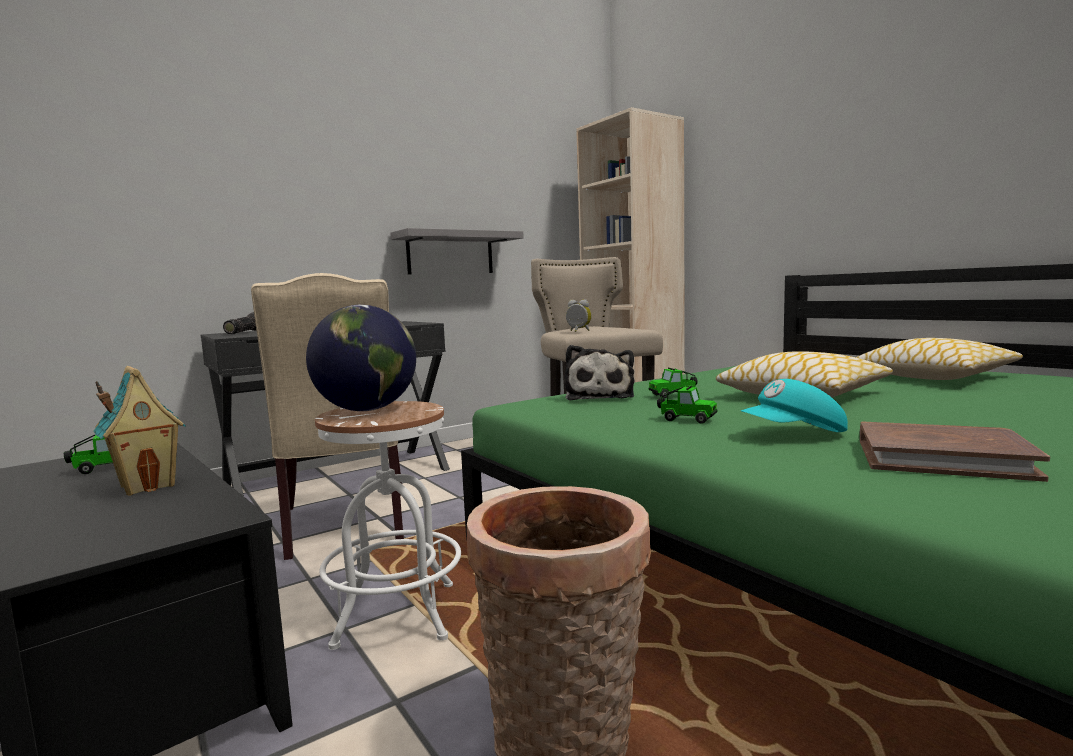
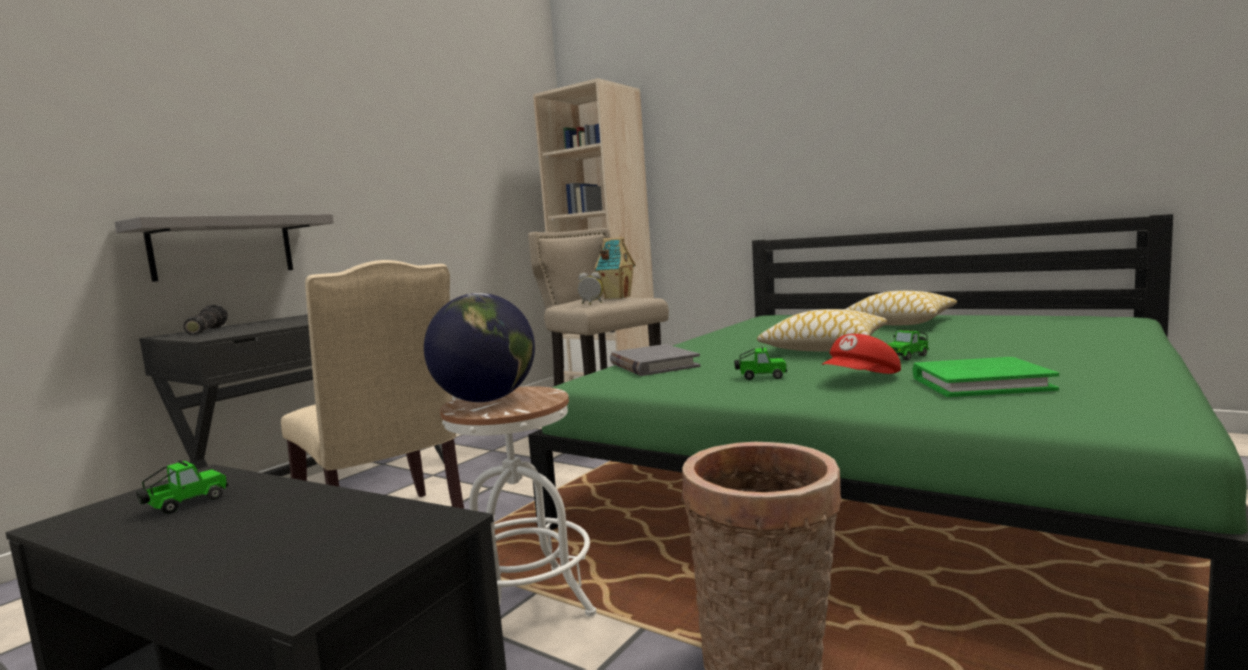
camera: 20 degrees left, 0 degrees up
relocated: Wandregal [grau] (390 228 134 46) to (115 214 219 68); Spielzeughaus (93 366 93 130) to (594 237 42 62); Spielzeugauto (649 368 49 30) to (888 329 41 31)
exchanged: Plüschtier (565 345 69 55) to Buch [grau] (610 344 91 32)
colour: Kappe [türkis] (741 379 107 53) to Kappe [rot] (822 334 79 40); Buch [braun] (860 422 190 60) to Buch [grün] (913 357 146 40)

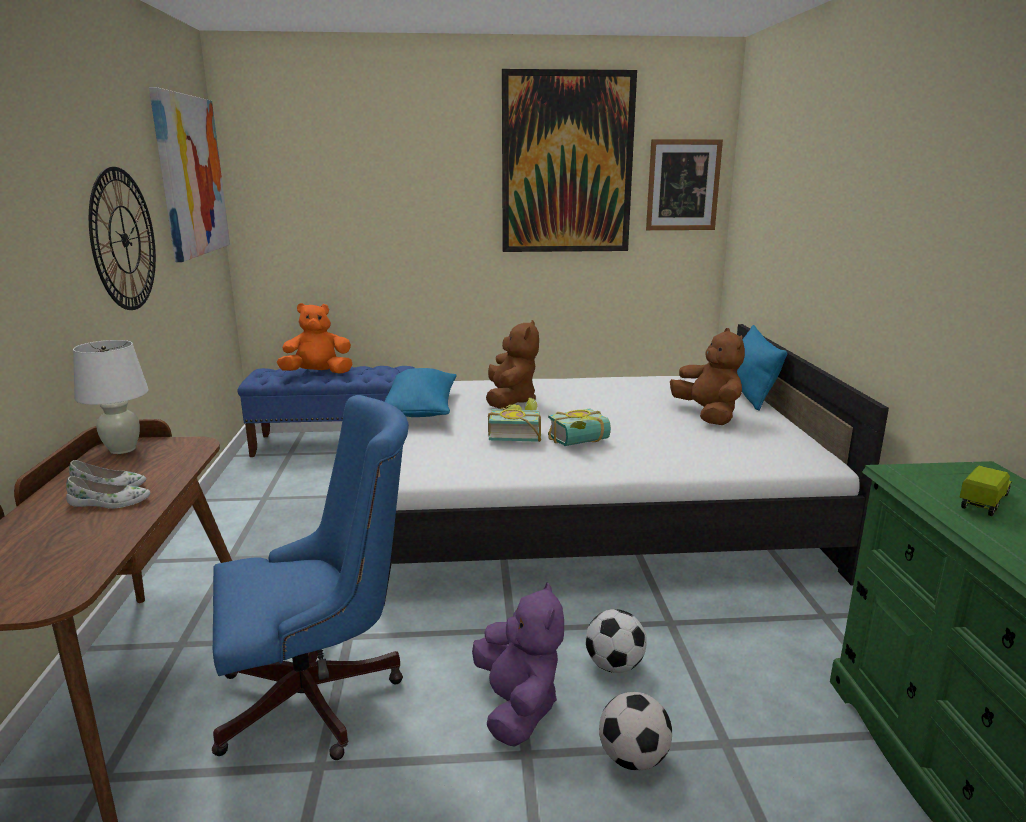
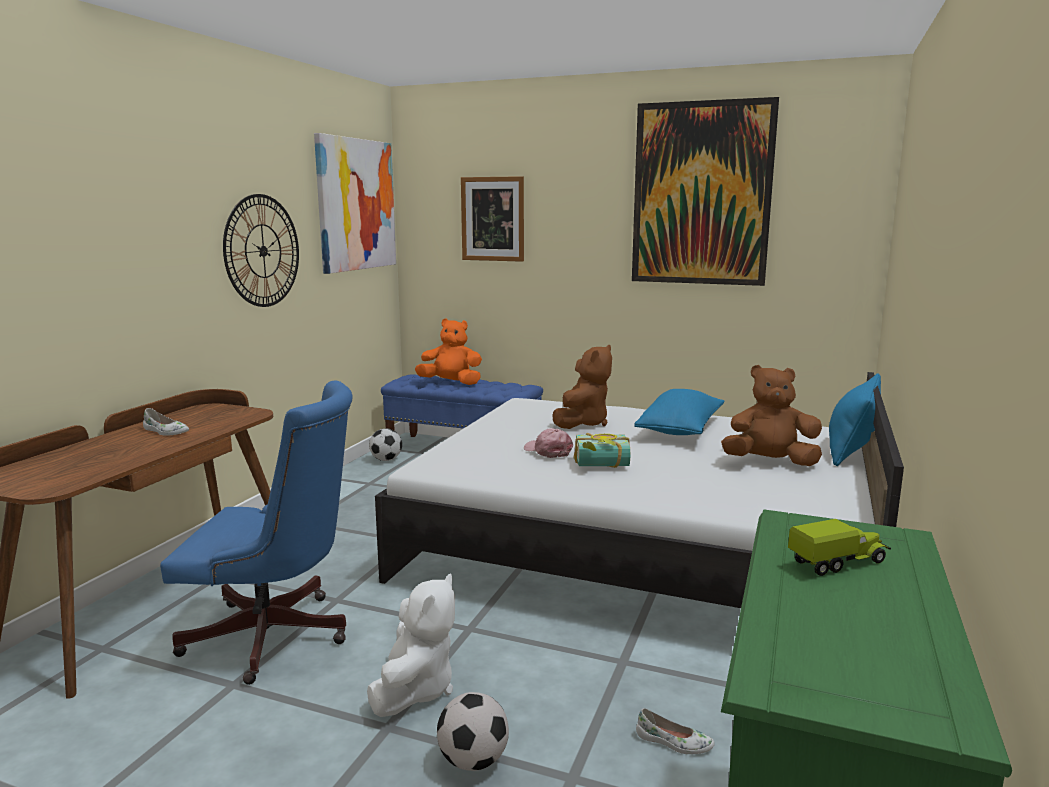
camera: 25 degrees right, 5 degrees down
missing: Tischlampe [weiß] (73 340 76 114)
relocated: Fußball (586 609 61 64) to (369 428 33 33); Bild (646 139 77 91) to (461 176 63 86); Kissen [blau] (384 368 73 49) to (634 389 91 46); Schuh [weiß] (66 476 84 33) to (636 708 79 46)
exchanged: Buch (488 398 53 44) to Kappe [rosa] (524 428 49 30)
colour: Plüschtier [lila] (472 582 92 165) to Plüschtier [weiß] (367 574 88 143)
spun: Plüschtier [braun] (670 328 75 97) = (721 365 101 101) 90 degrees counterclockwise

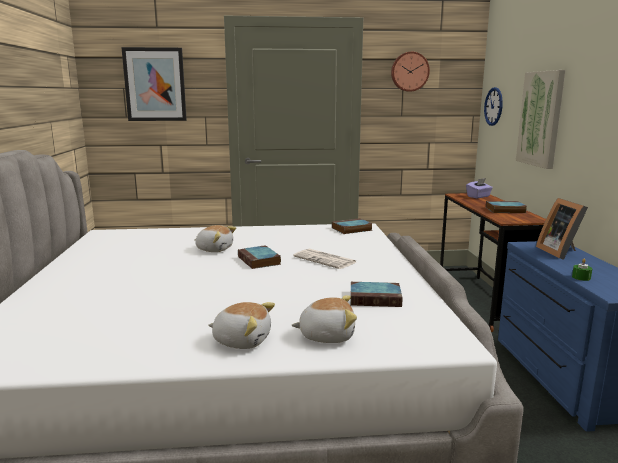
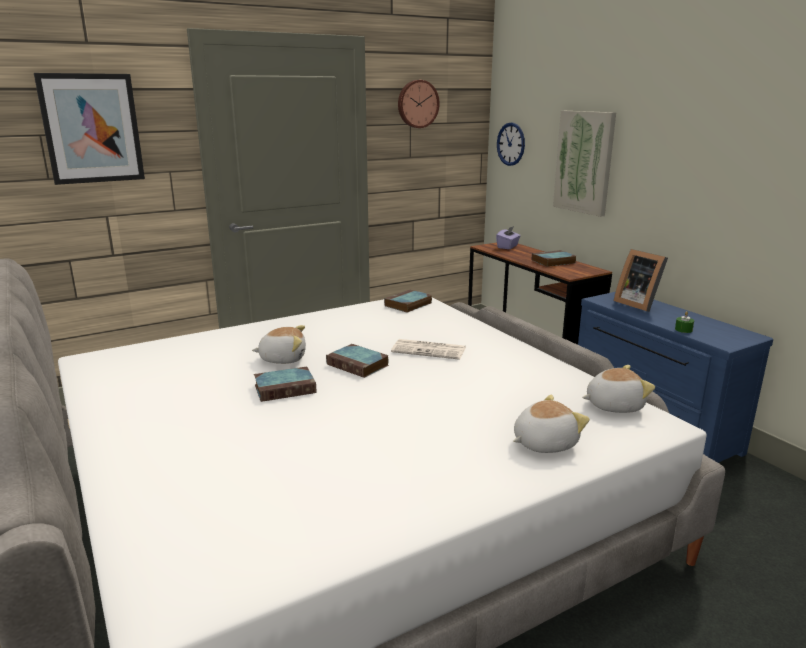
camera: 25 degrees left, 5 degrees up
relocated: Buch (350 282 53 25) to (254 367 62 35); Plüschtier (208 302 67 47) to (582 365 73 48)

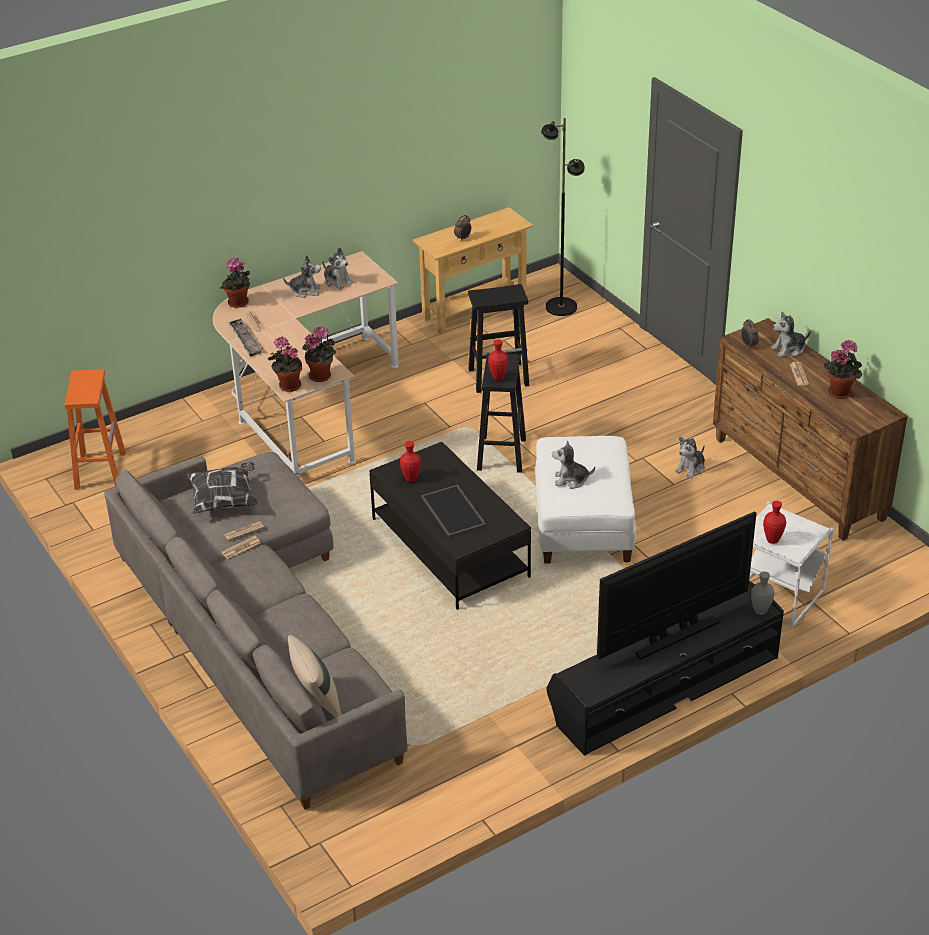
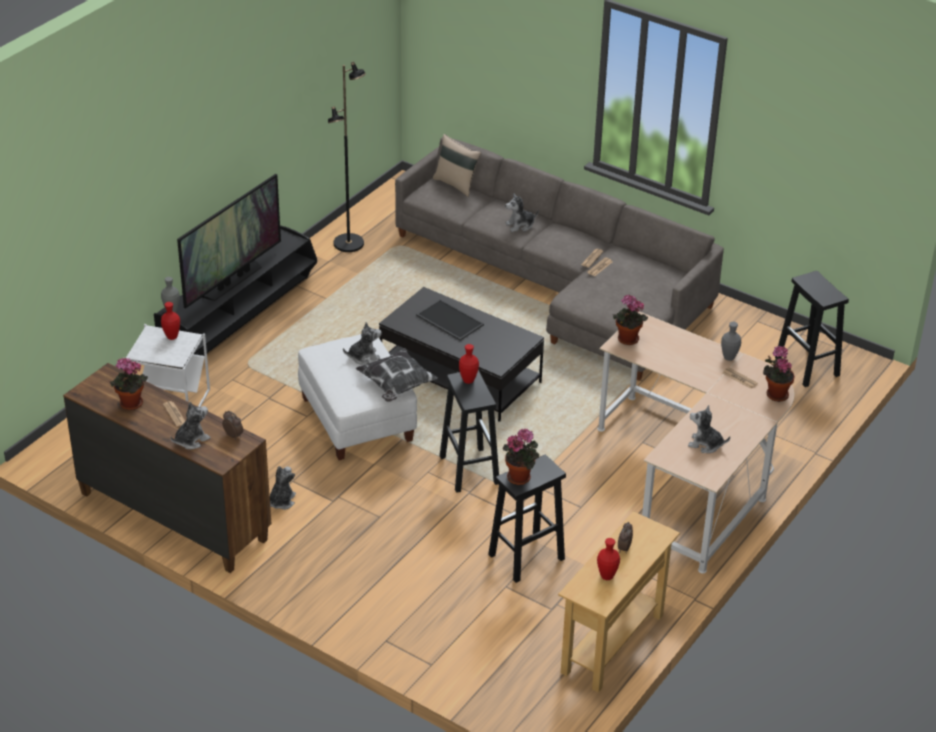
camera: 155 degrees right, 0 degrees up
relocated: Stehlampe [schwarz] (541 118 44 198) to (328 62 38 190); Kissen (187 462 71 52) to (356 348 82 54); Topfpflanze (268 336 34 56) to (503 428 36 57); Plüschtier (283 255 38 43) to (505 193 34 39); Vase [rot] (400 441 21 41) to (597 538 23 42)
exchanged: Tablett (228 318 35 39) to Vase [grau] (721 322 20 39)
colour: Hocker [orange] (64 369 62 121) to Hocker [schwarz] (775 271 74 116)

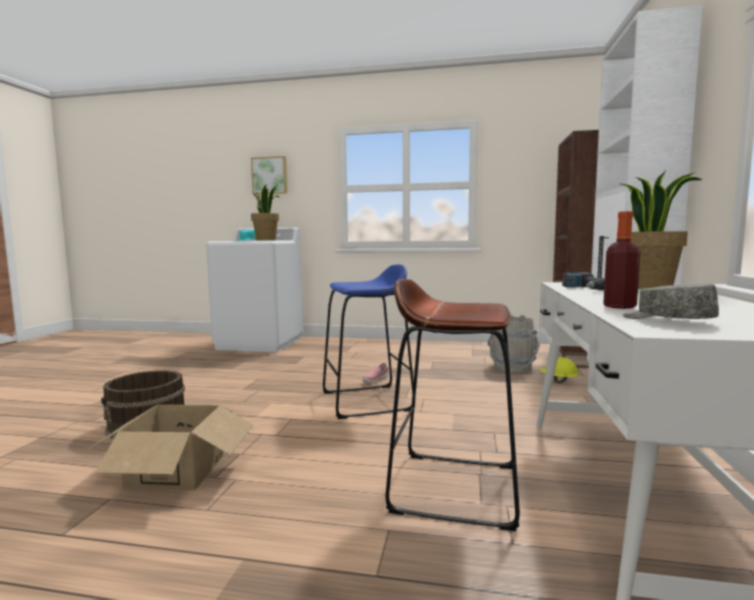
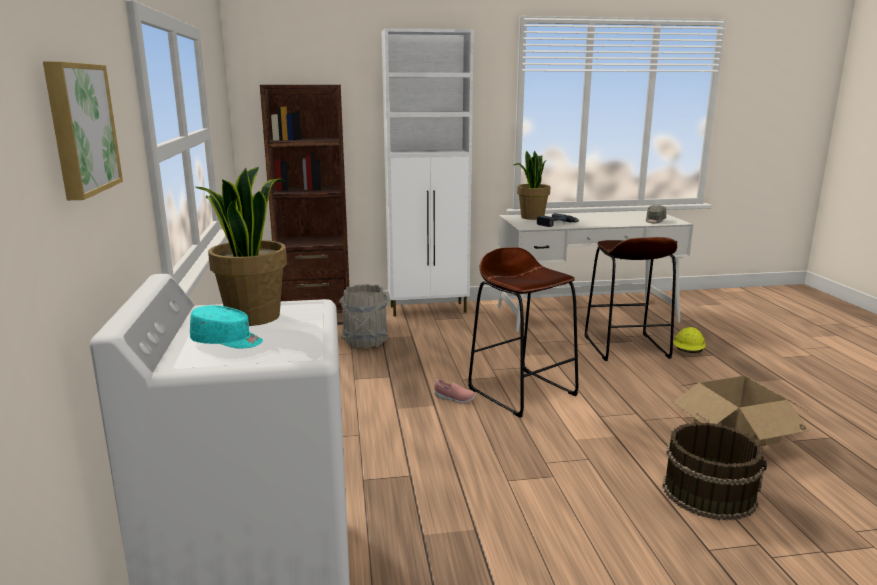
camera: 110 degrees left, 10 degrees up
missing: Flasche (603 211 38 98)
relocated: Schutzhelm [gelb] (540 357 40 26) to (673 327 33 26)
colour: Hocker [blau] (323 264 91 155) to Hocker [braun] (468 247 110 171)

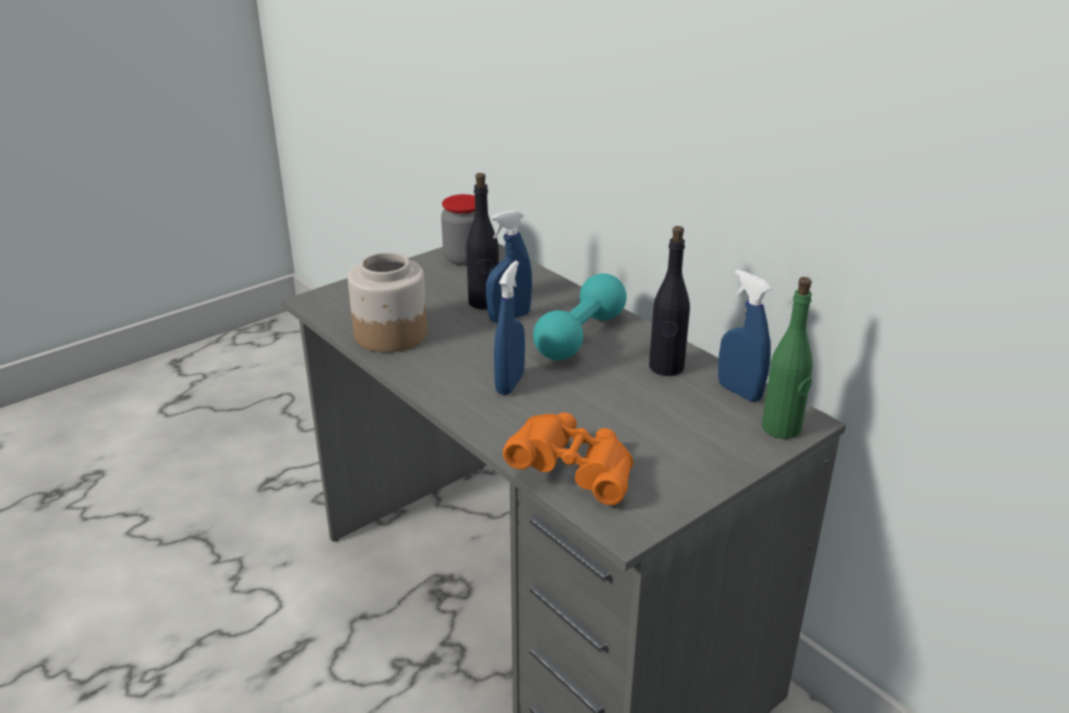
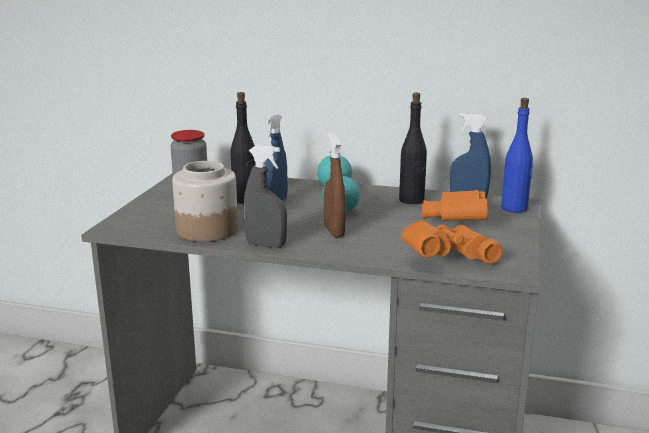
camera: 35 degrees left, 10 degrees down
appeared: Sprühflasche [grau] (243 145 44 103); Fernglas [orange] (422 190 66 31)
colour: Sprühflasche [blau] (494 261 31 134) to Sprühflasche [braun] (324 132 22 106); Flasche [grün] (762 277 51 162) to Flasche [blau] (501 98 32 115)

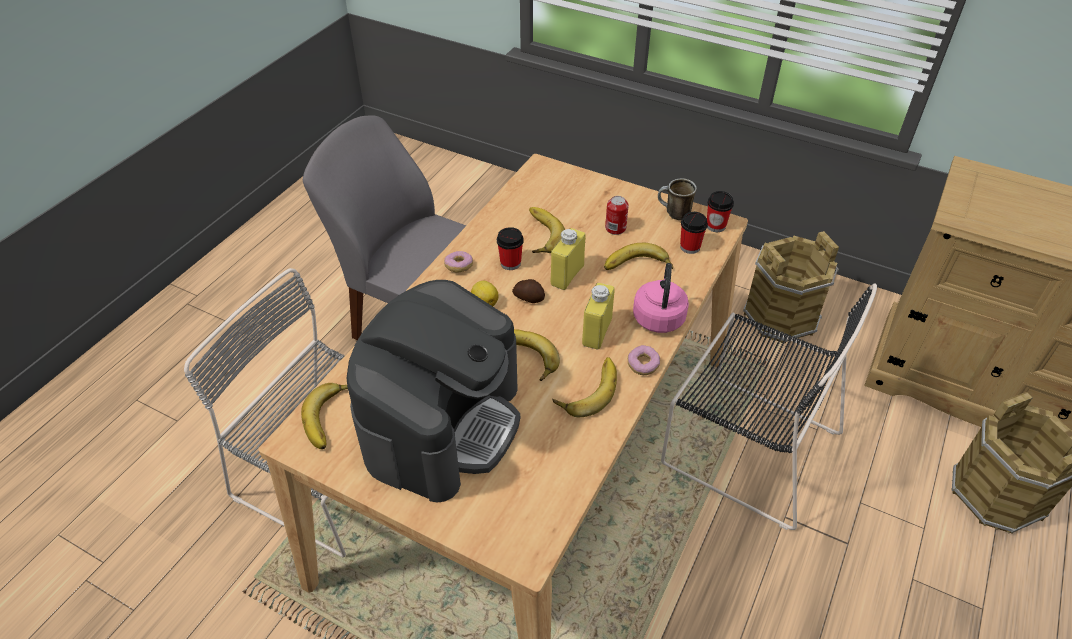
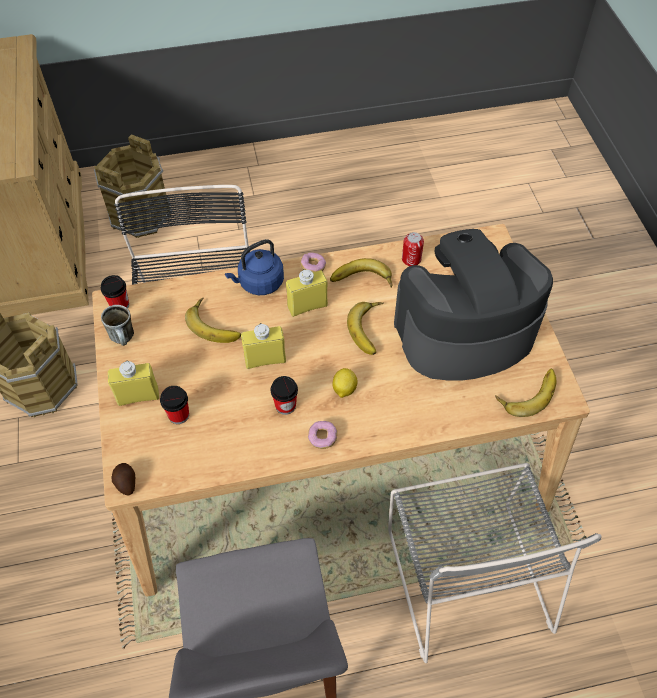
camera: 130 degrees left, 10 degrees up
missing: Banane (529 207 36 46)
appeared: Flasche [gelb] (108 360 51 46)
relocated: Kartoffel (512 279 33 24) to (112 463 23 33); Tasse (680 212 28 42) to (160 386 29 38); Dose (605 196 24 39) to (402 232 22 34)
colour: Wasserkessel [rosa] (633 263 56 70) to Wasserkessel [blau] (225 239 59 56)

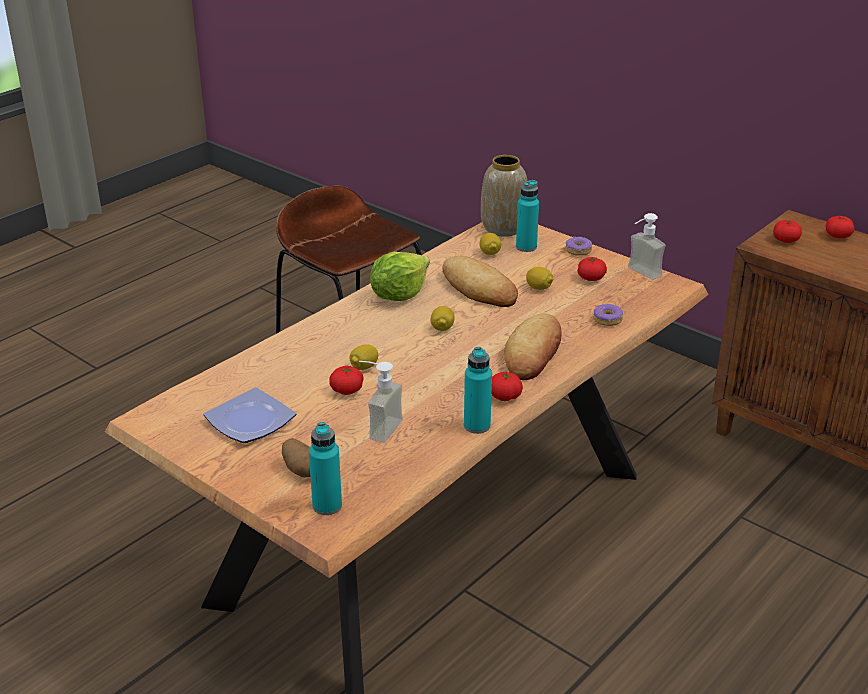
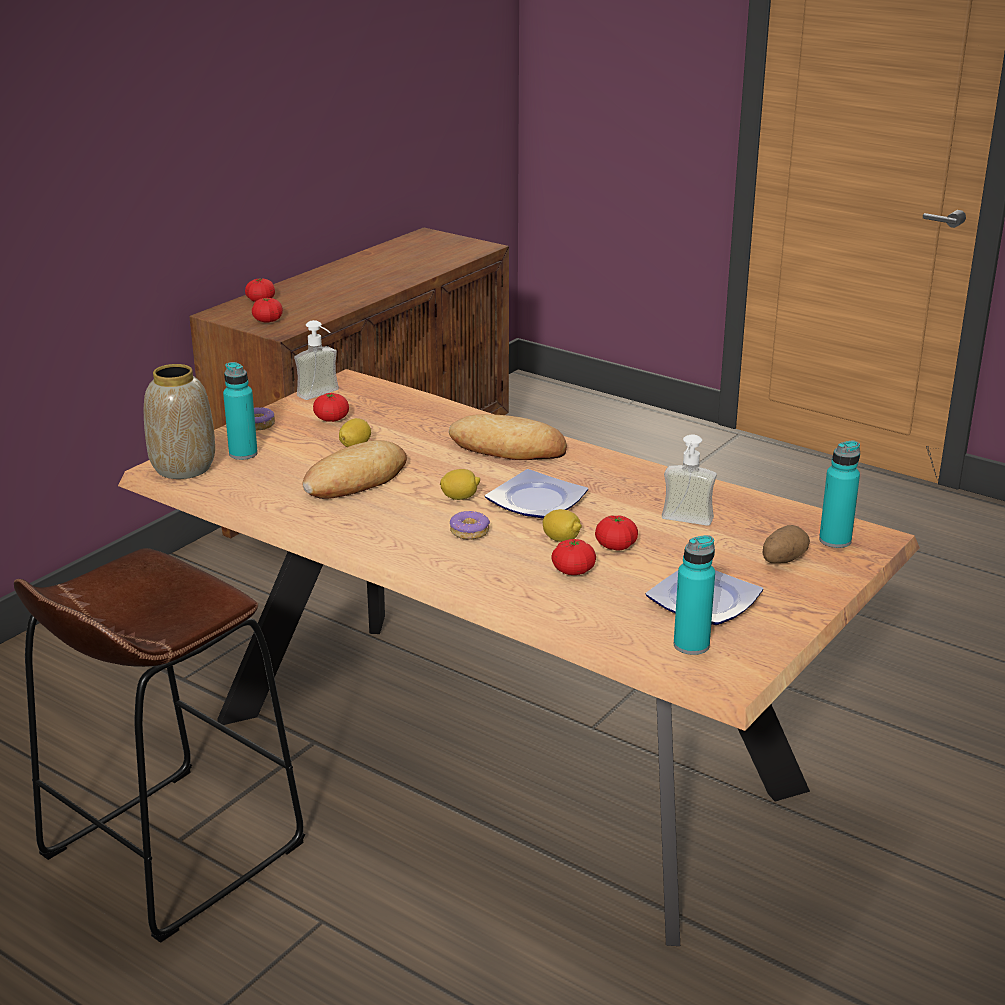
camera: 95 degrees left, 5 degrees down
missing: Salatkopf (370 252 60 49); Zitrone (480 233 21 22)
appeared: Teller (485 469 103 50)
relocated: Donut (593 304 30 22) to (450 511 40 29); Tomate (492 372 31 29) to (552 539 44 36); Flasche [türkis] (464 347 28 87) to (674 535 41 120)

